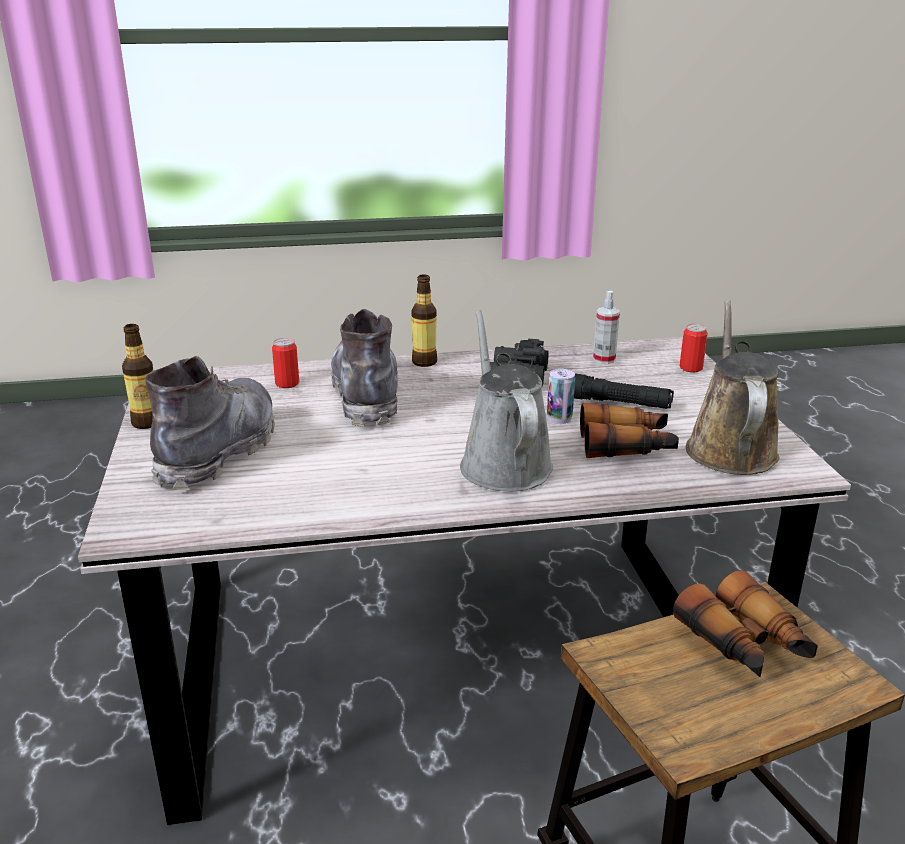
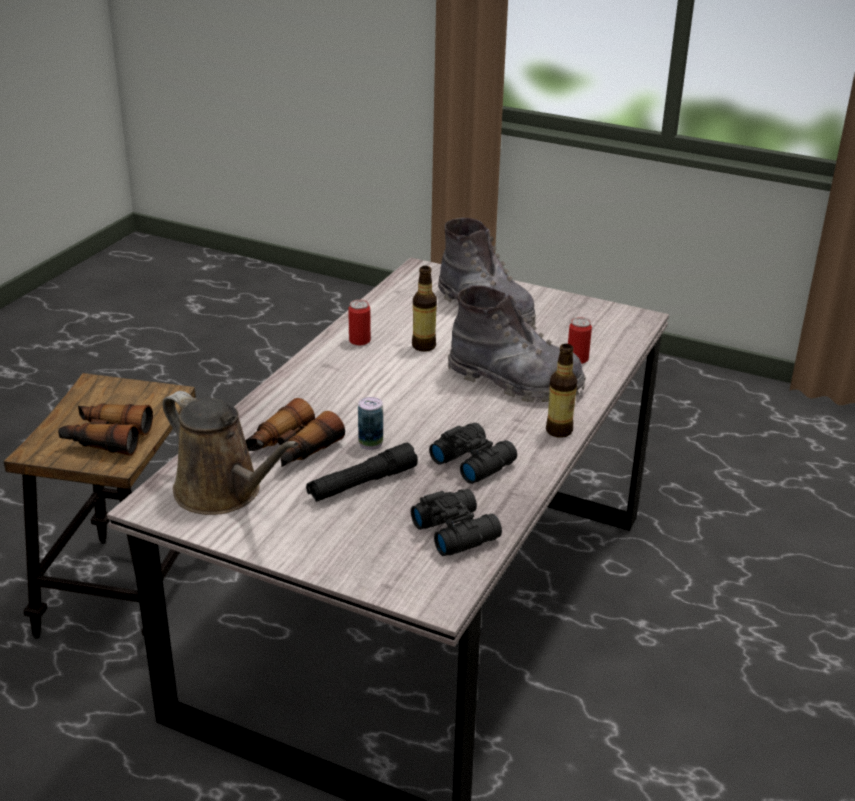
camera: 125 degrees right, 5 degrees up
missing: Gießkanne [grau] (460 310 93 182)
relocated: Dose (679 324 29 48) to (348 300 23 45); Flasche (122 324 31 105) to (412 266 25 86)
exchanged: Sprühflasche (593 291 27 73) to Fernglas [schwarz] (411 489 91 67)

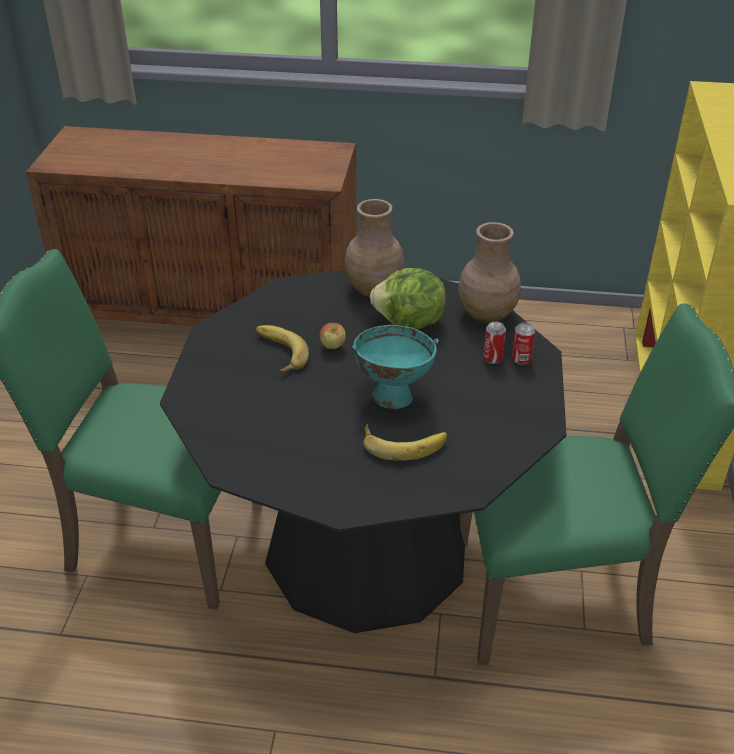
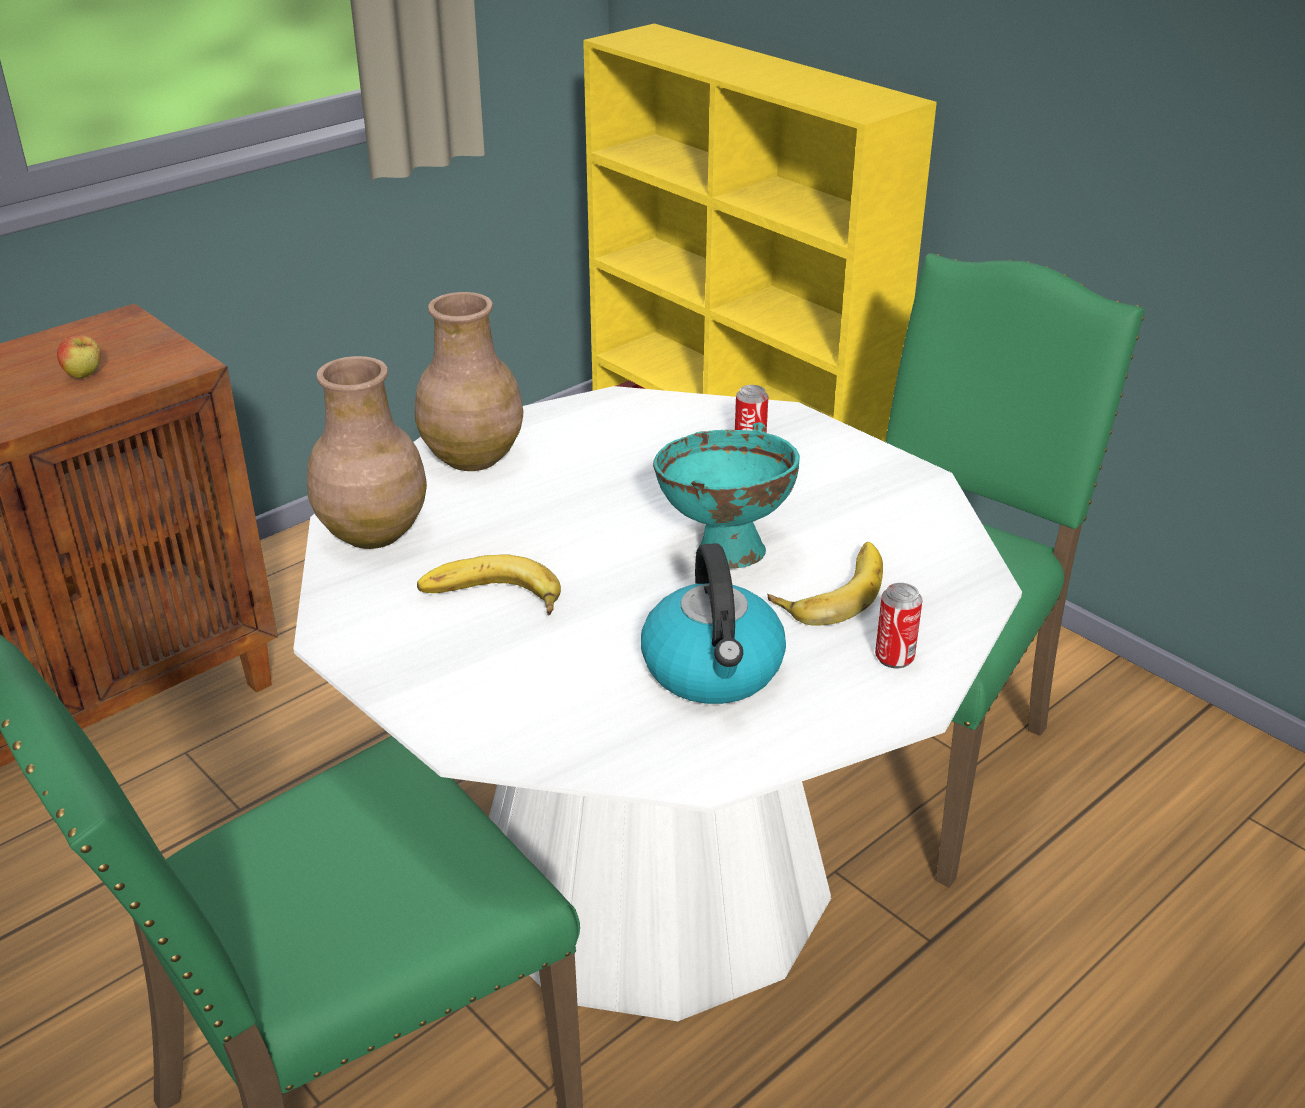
camera: 50 degrees left, 5 degrees down
missing: Salatkopf (370 268 76 62)
appeared: Wasserkessel (641 543 145 161)
relocated: Apfel (320 323 26 26) to (57 335 44 44); Vase [braun] (458 222 63 102) to (307 356 120 193); Dose (512 322 23 43) to (875 583 47 85)
colour: Esstisch [schwarz] (160 270 406 363) to Esstisch [weiß] (293 386 729 635)

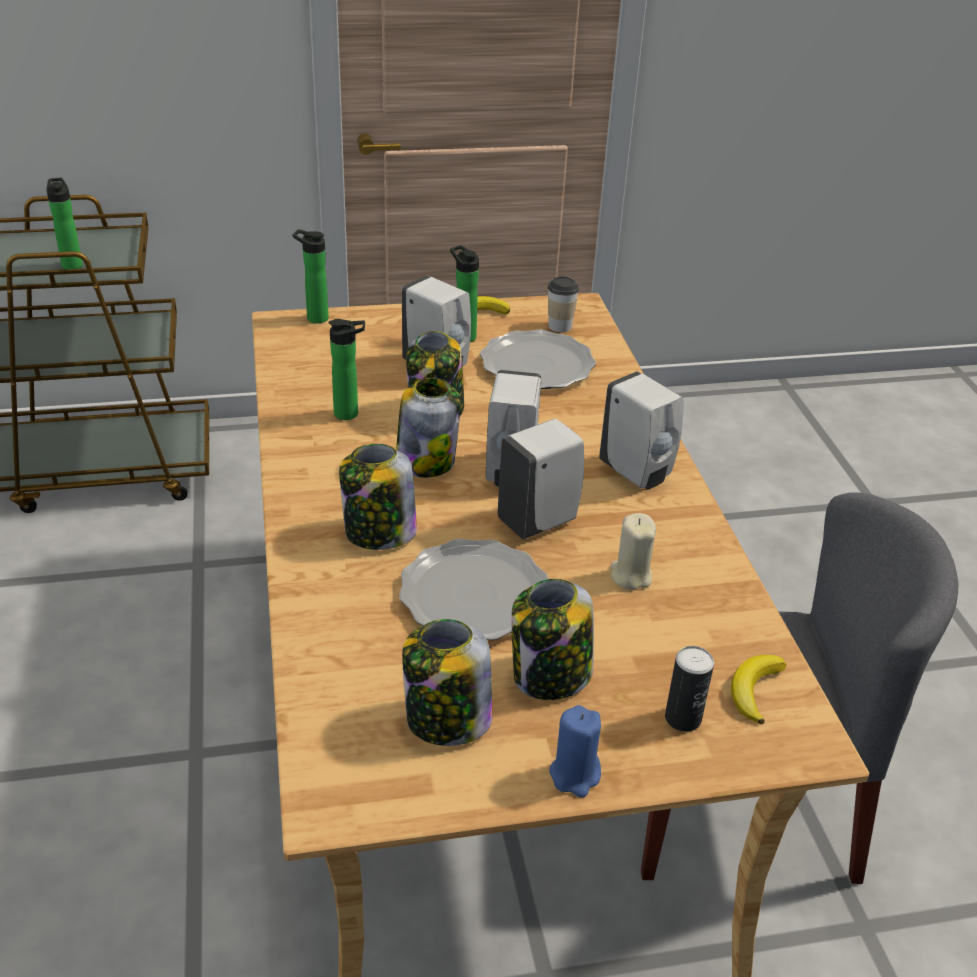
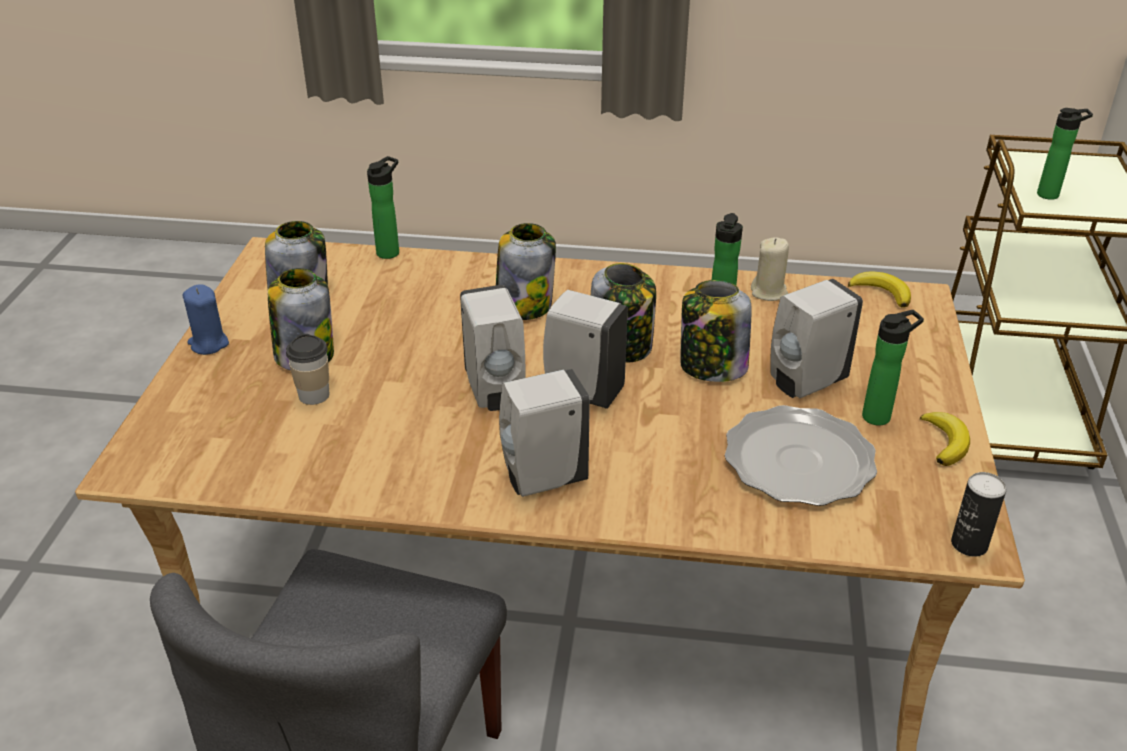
camera: 110 degrees right, 0 degrees up
missing: Teller (399 539 150 101)
relocated: Tasse (548 277 31 55) to (286 334 43 71); Flasche (293 229 36 94) to (367 156 32 103); Kerze [beige] (611 513 45 77) to (751 237 38 64); Banane (731 655 56 69) to (848 271 63 37); Dose (665 646 49 86) to (951 472 55 85)

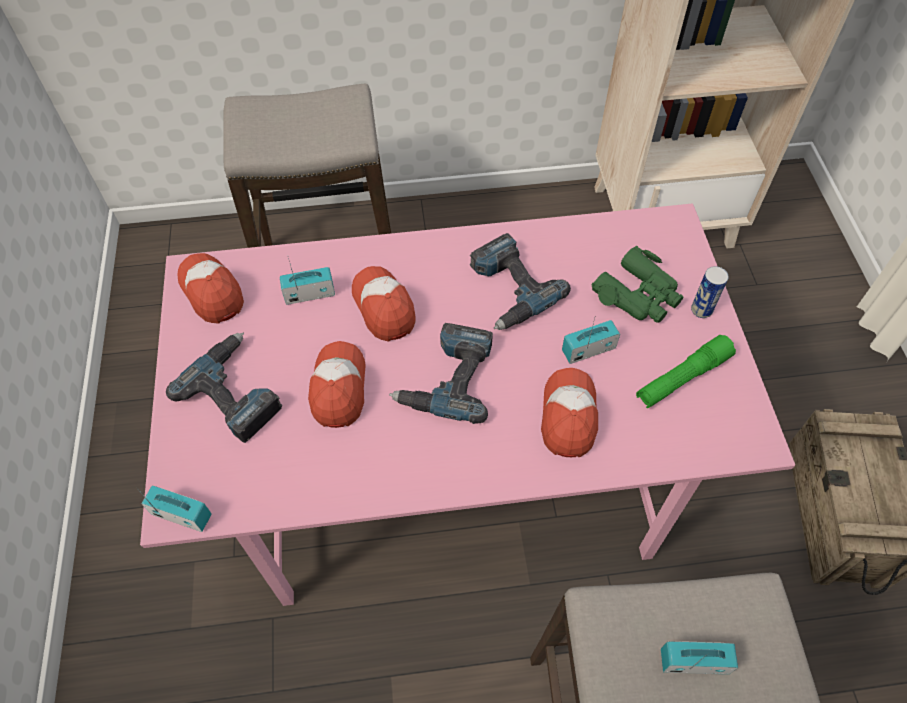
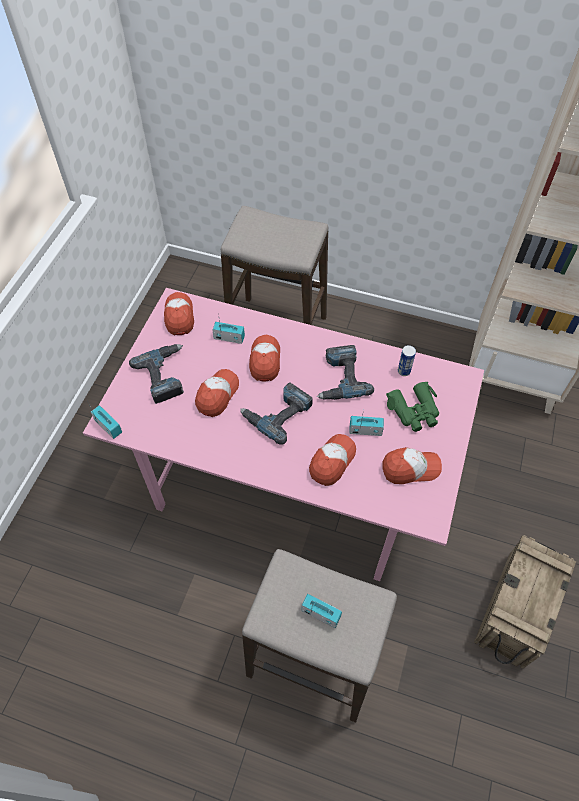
camera: 25 degrees right, 0 degrees up
relocated: Dose (691 266 38 52) to (398 345 18 31)
exchanged: Taschenlampe [grün] (636 335 100 73) to Kappe (382 447 60 37)

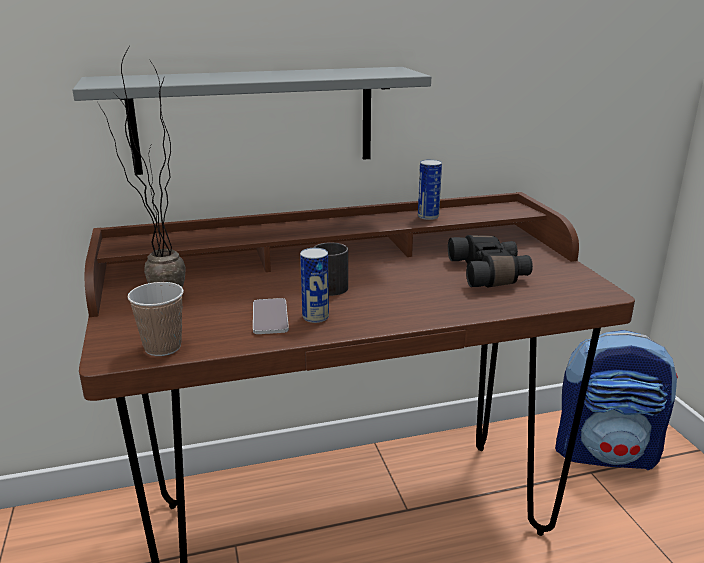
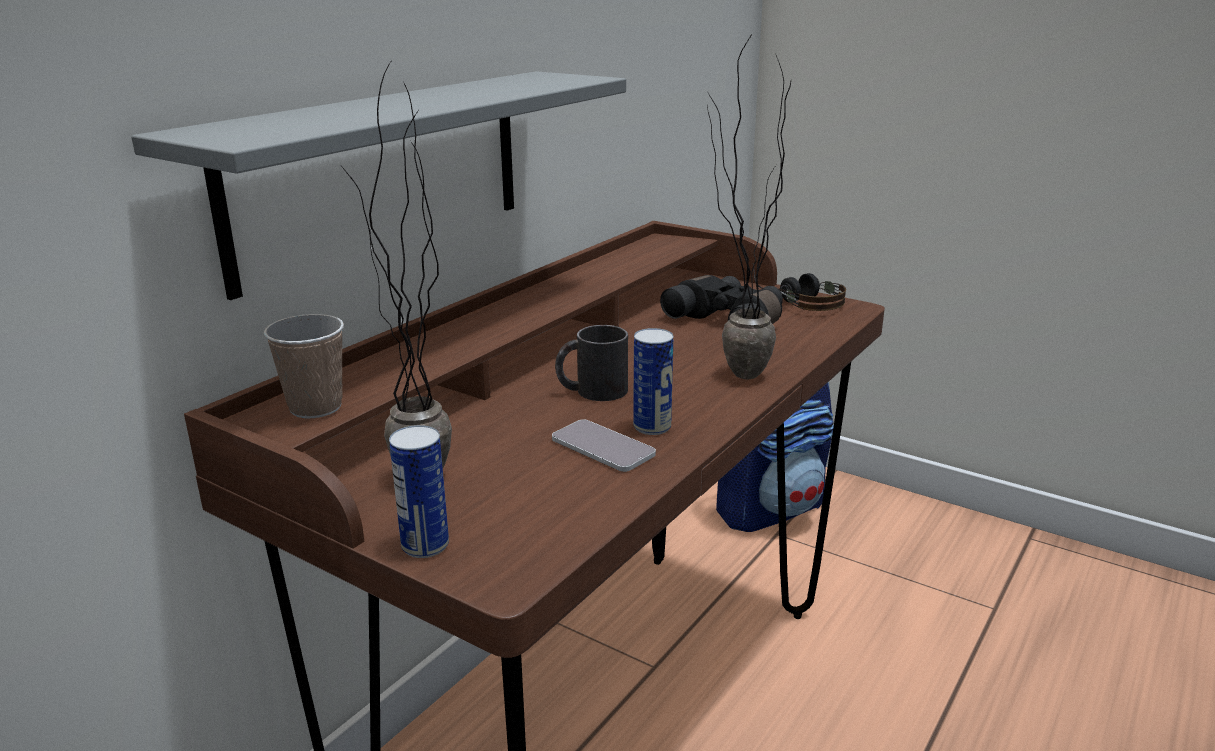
camera: 40 degrees left, 0 degrees up
appeared: Topfpflanze (707 36 84 343); Kopfhörer (753 263 93 48)
relocated: Tasse (128 282 56 74) to (264 314 80 104); Dose (418 159 24 61) to (389 425 60 133)

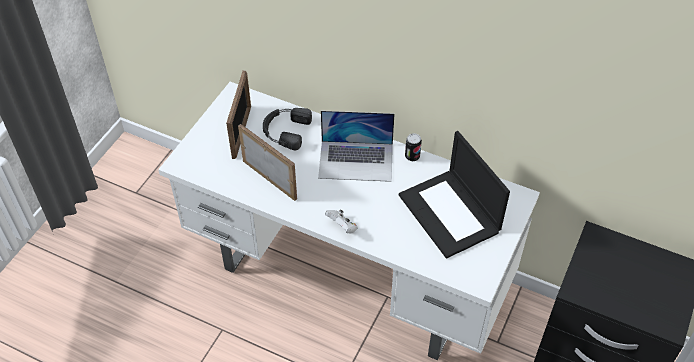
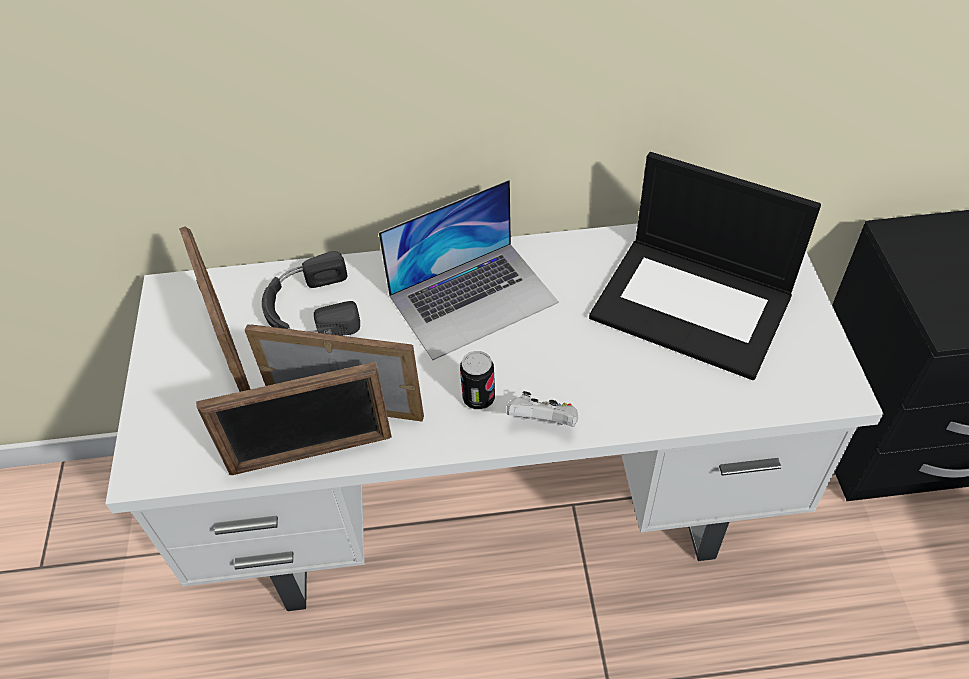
camera: 30 degrees left, 0 degrees up
appeared: Bilderrahmen (196 362 196 113)
relocated: Dose (405 133 17 28) to (460 351 35 59)

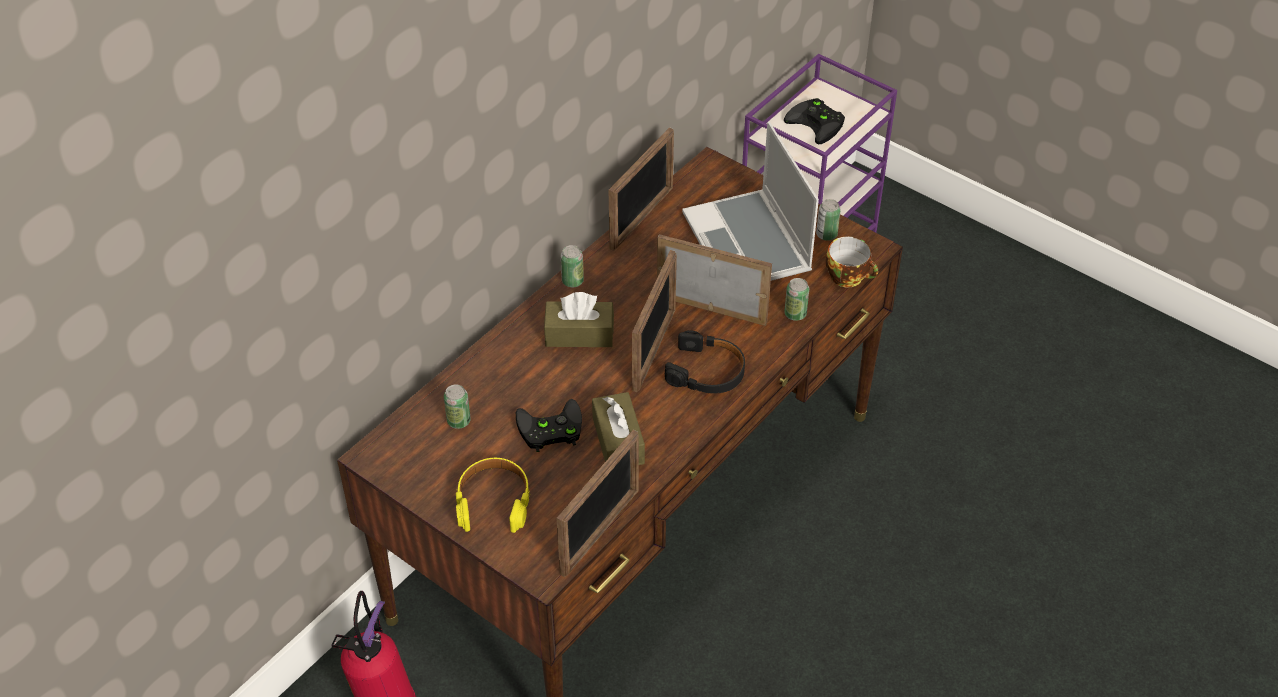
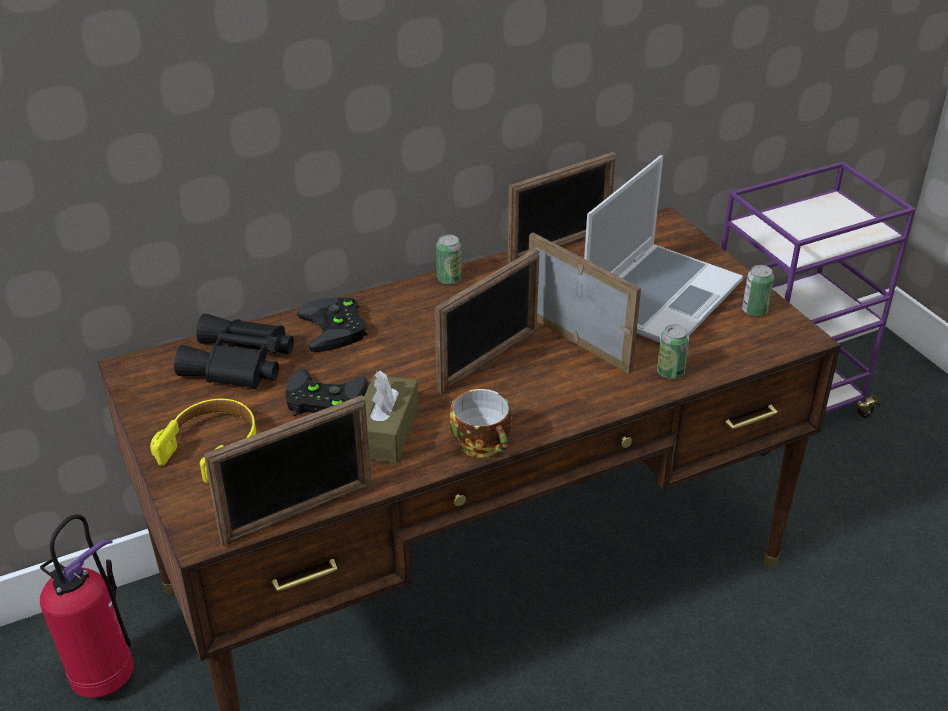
camera: 25 degrees right, 10 degrees down
missing: Taschentuchbox [braun] (544 292 70 55); Kopfhörer [schwarz] (665 330 80 64)
relocated: Gamepad [schwarz] (784 98 61 46) to (297 297 71 55); Tasse (826 236 52 52) to (450 389 62 69)
exchanged: Dose (444 384 27 45) to Fernglas [schwarz] (174 314 120 75)
spun: Laptop (682 122 137 159) = (584 155 159 188) 150 degrees counterclockwise

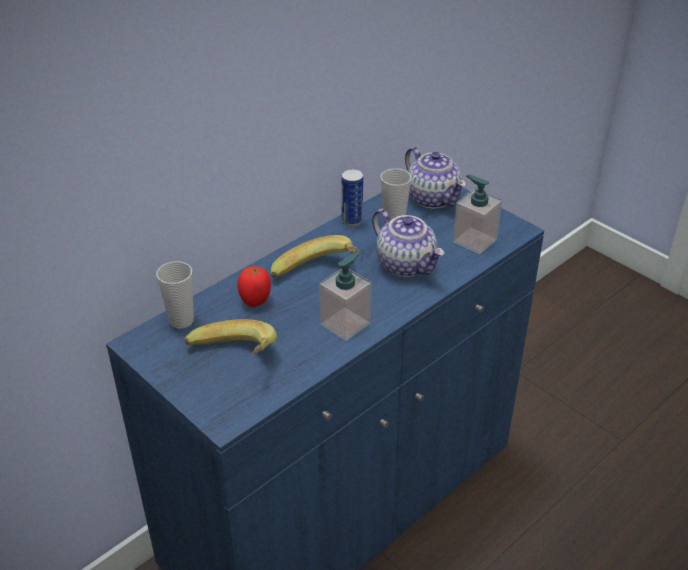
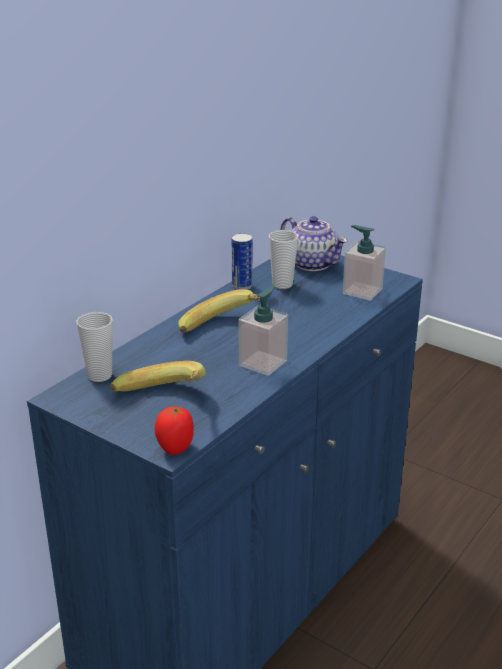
camera: 10 degrees left, 10 degrees down
missing: Teekanne (372 209 72 68)
relocated: Tomate (237 266 34 41) to (154 406 40 49)

